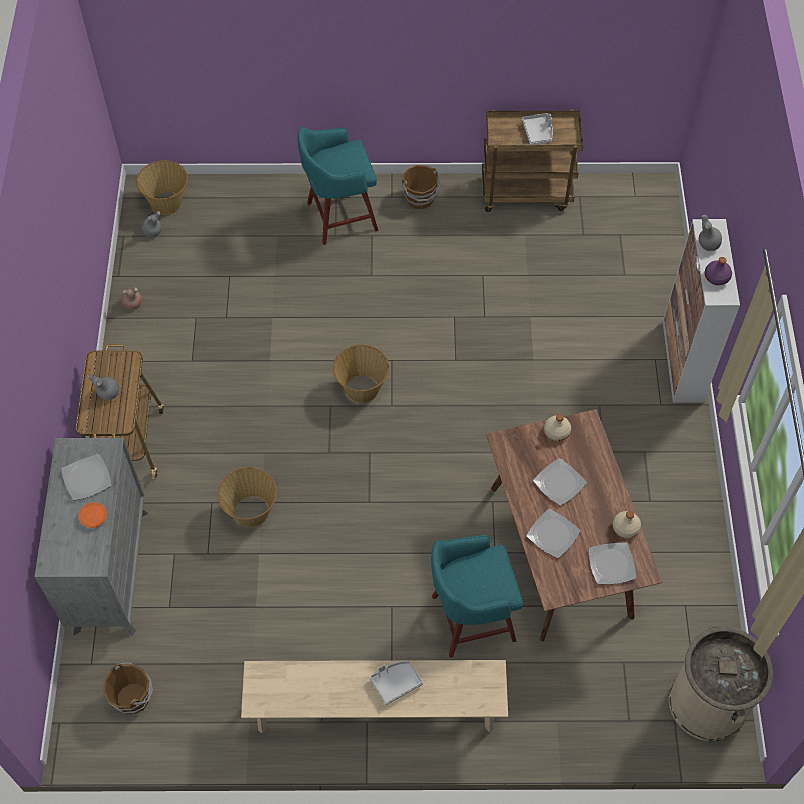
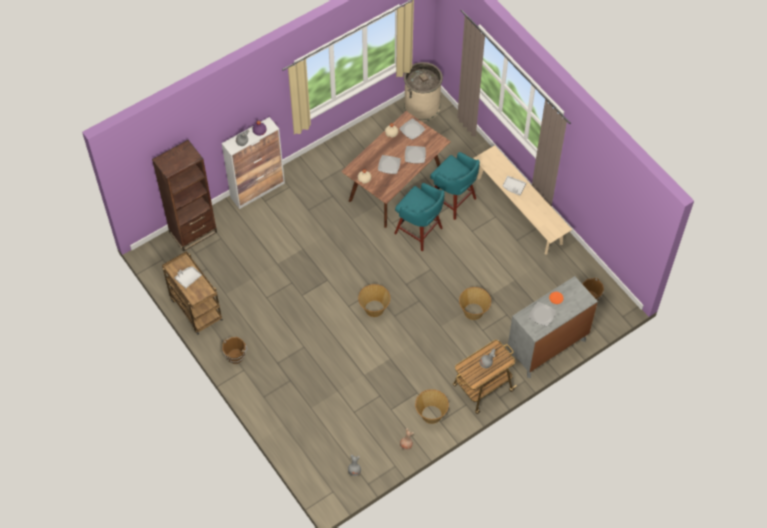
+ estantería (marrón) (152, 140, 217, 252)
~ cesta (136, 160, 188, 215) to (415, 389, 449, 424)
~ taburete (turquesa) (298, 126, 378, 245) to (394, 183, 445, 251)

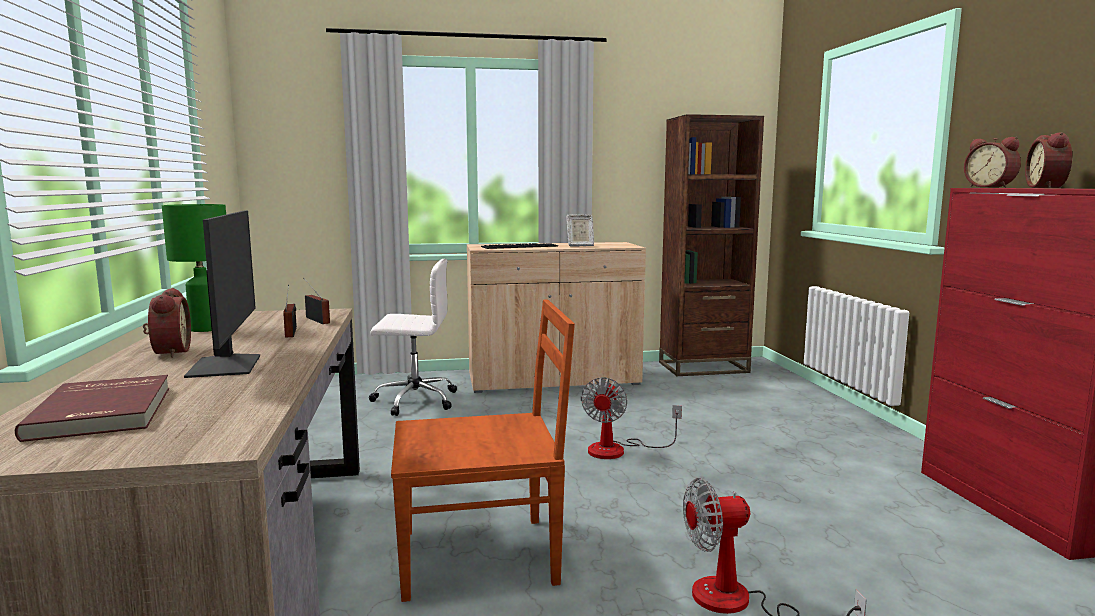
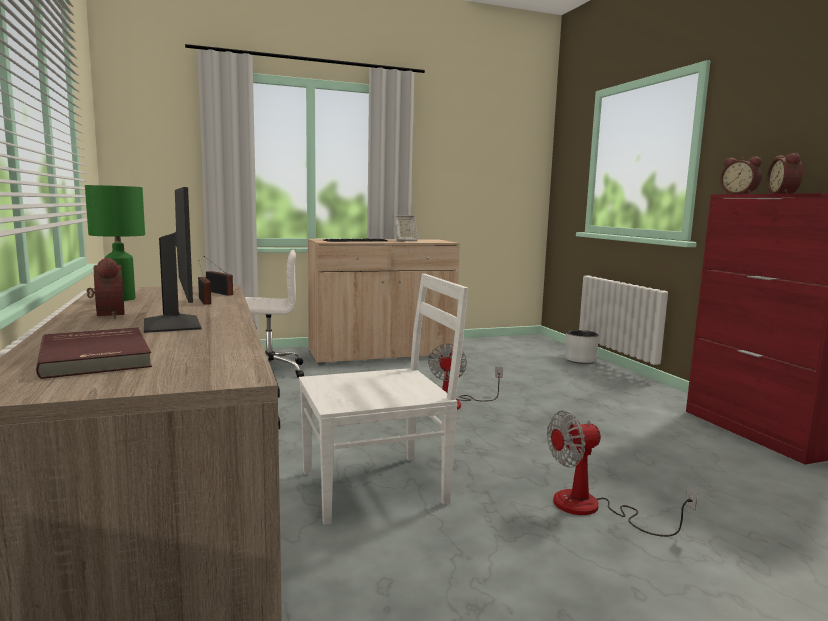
- estantería (marrón) (659, 114, 764, 376)
+ maceta (gris) (564, 330, 599, 364)
~ silla (marrón) (391, 299, 575, 602) to silla (blanco) (299, 274, 468, 525)

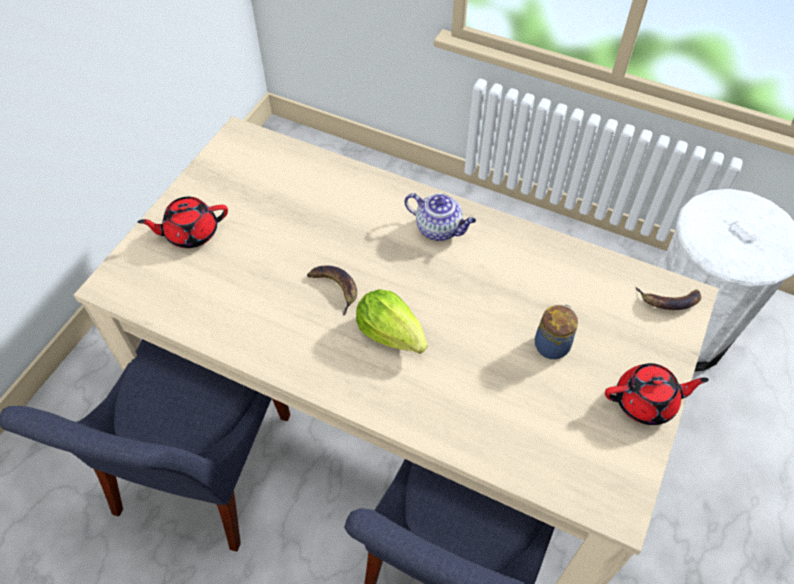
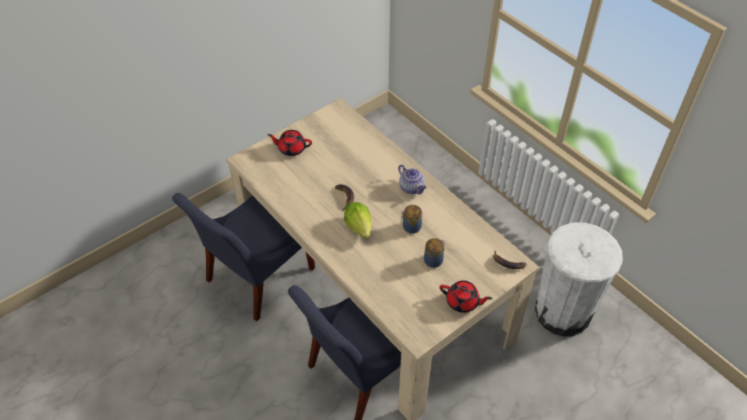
+ tarro (401, 205, 422, 234)

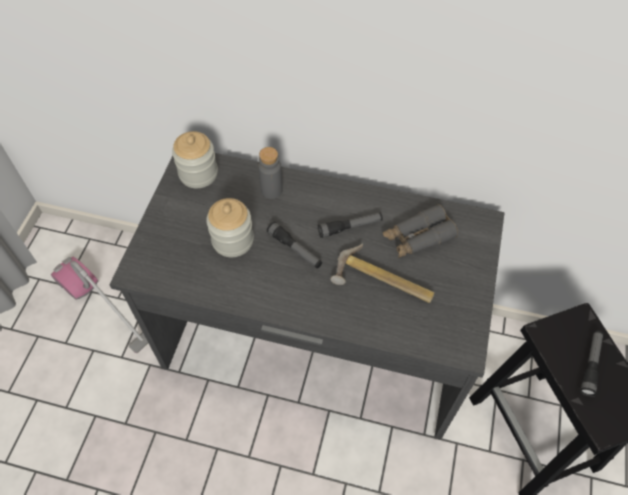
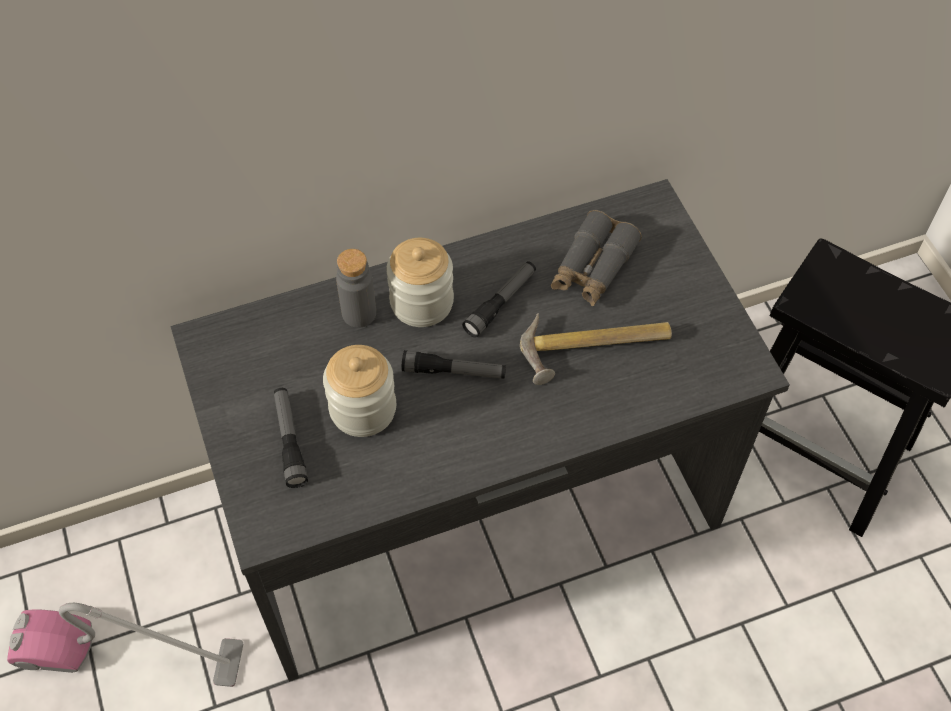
~ tarro (172, 131, 218, 188) to (386, 238, 454, 327)
~ linterna (580, 331, 603, 397) to (274, 388, 308, 488)

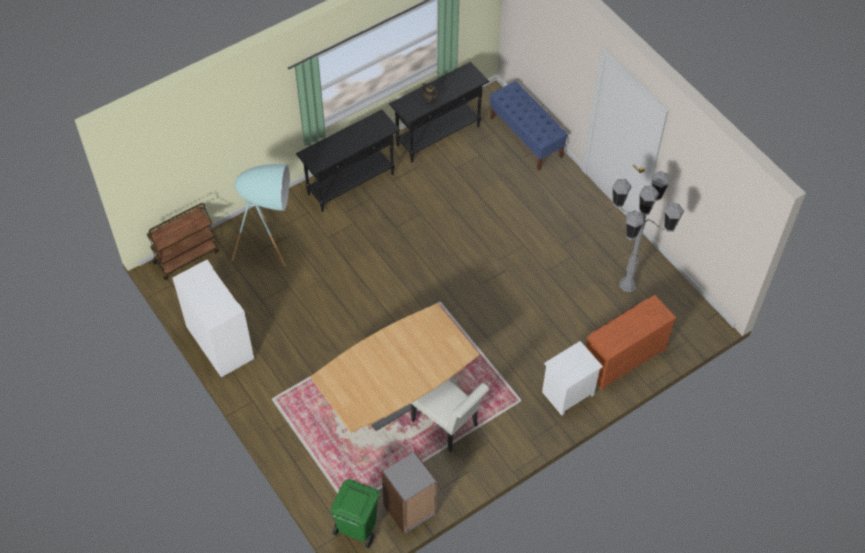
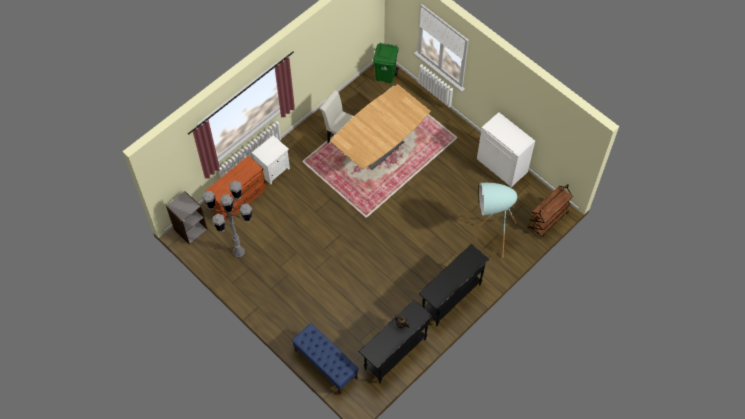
~ estantería (gris) (382, 452, 437, 534) to (166, 191, 207, 244)

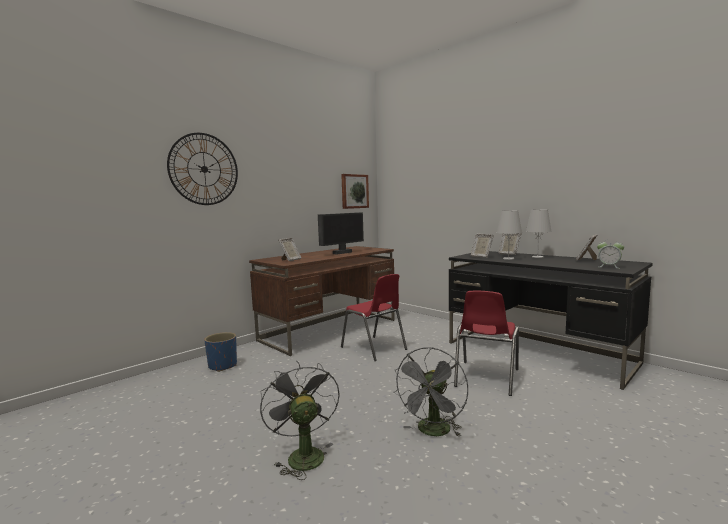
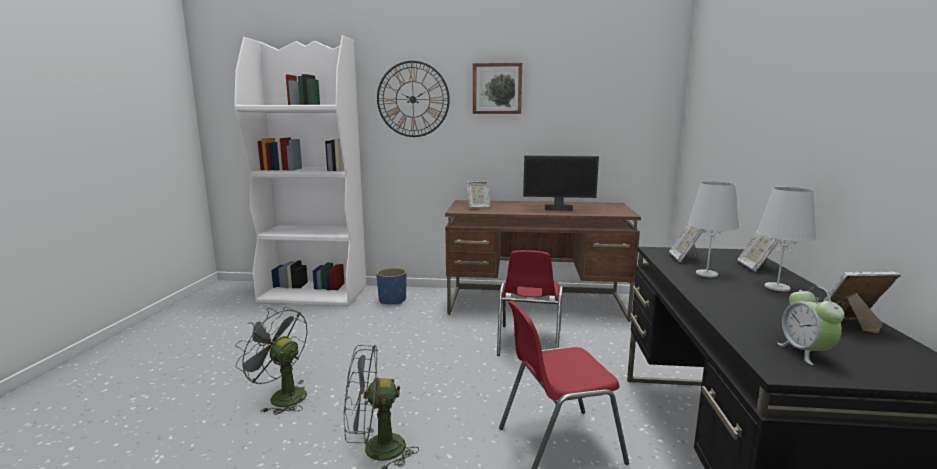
+ estantería (blanco) (234, 35, 367, 306)
~ cuadro (341, 174, 369, 209) to (473, 63, 522, 114)
~ ventilador (gris) (260, 361, 340, 480) = (235, 307, 307, 415) 90 degrees counterclockwise

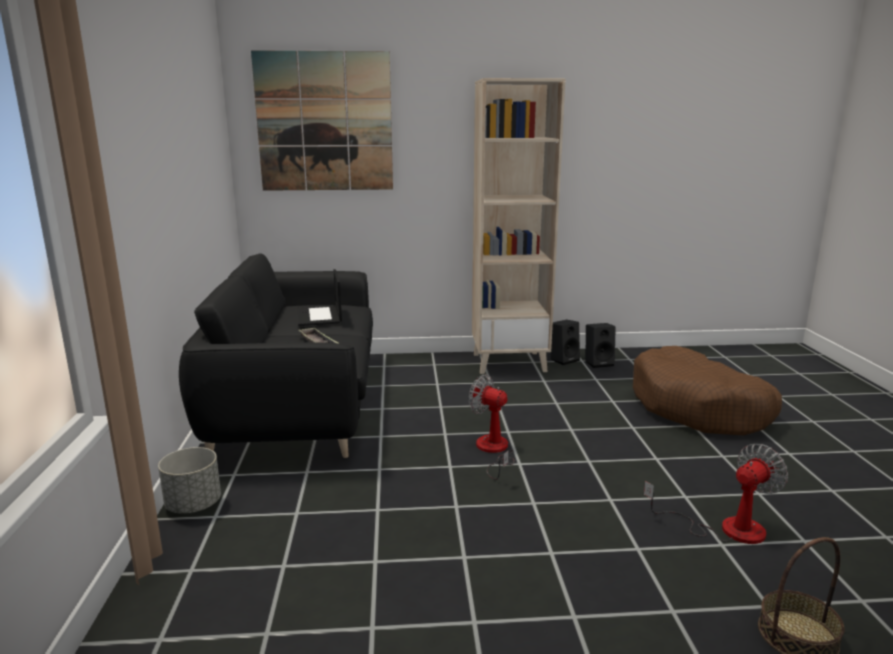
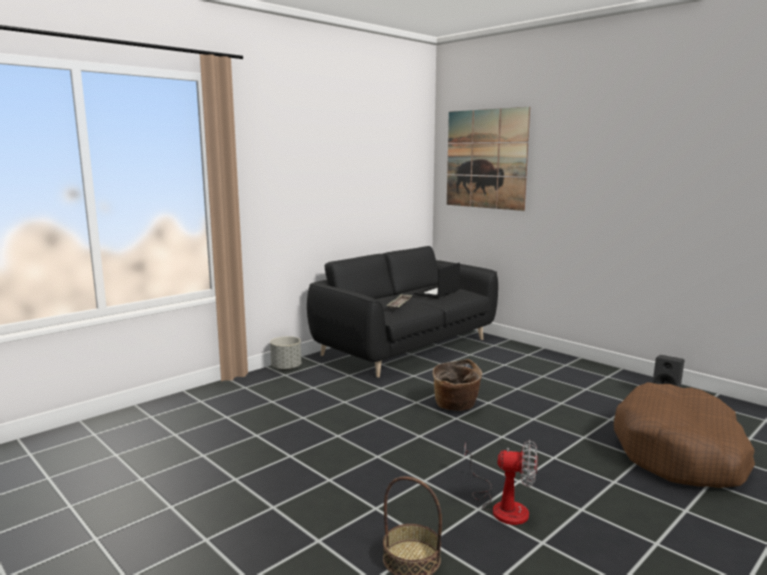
- estantería (beis) (472, 78, 566, 374)
- altavoz (negro) (551, 319, 580, 365)
~ ventilador (469, 375, 515, 480) to cesta (433, 359, 482, 411)

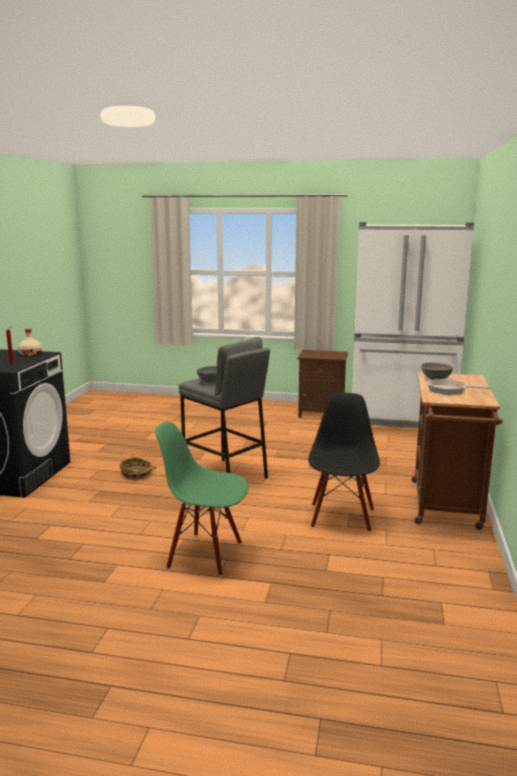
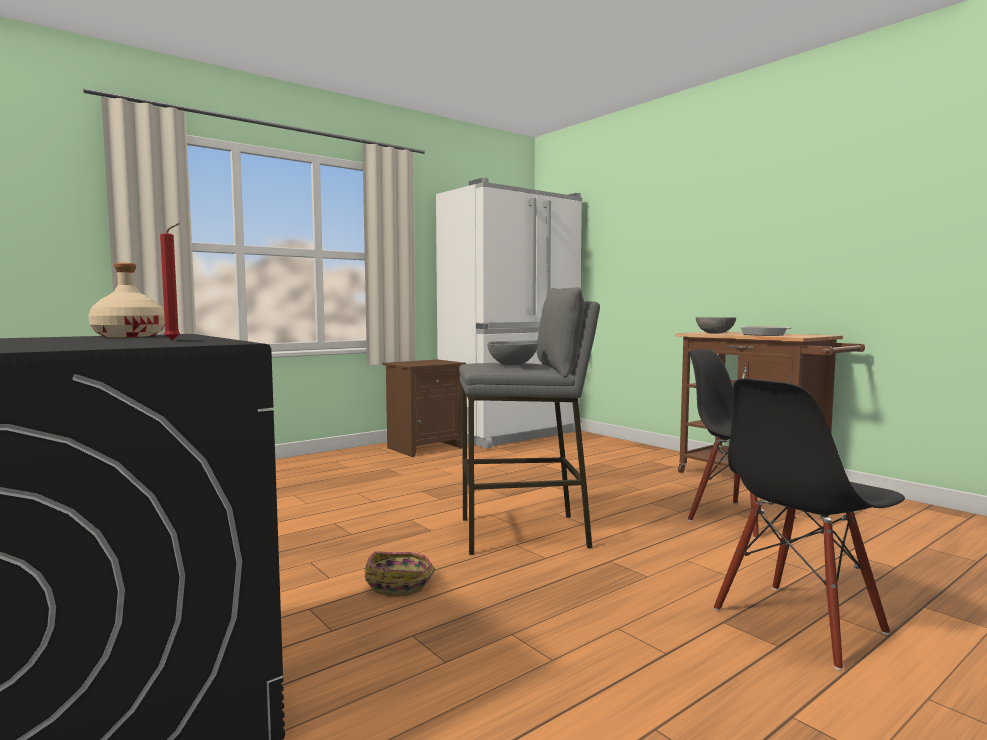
~ silla (verde) (155, 421, 248, 576) to silla (negro) (714, 379, 905, 670)

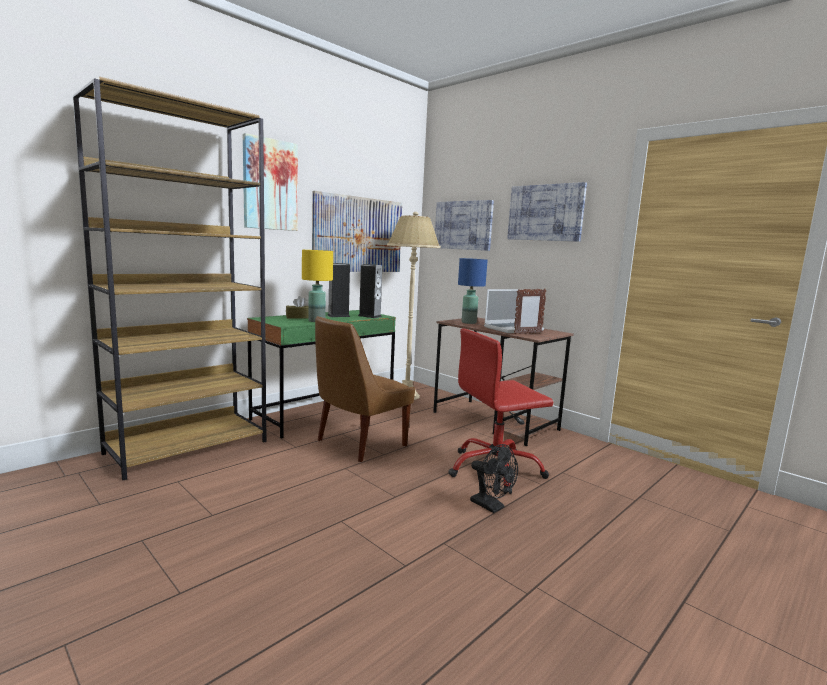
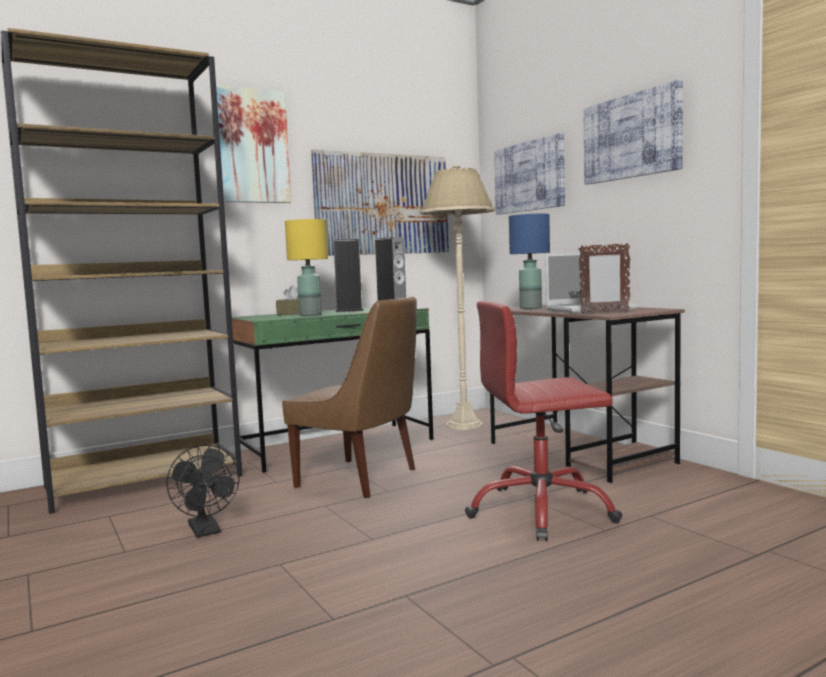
~ ventilador (negro) (470, 444, 518, 513) to (166, 444, 239, 538)
~ silla (marrón) (315, 316, 415, 462) = (282, 296, 417, 498) 120 degrees counterclockwise

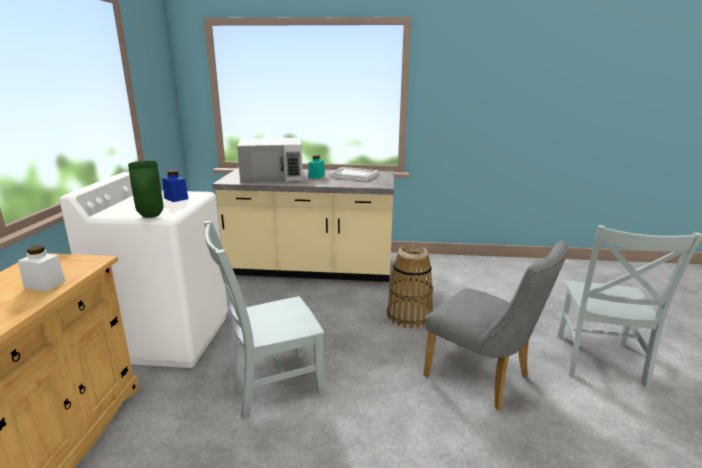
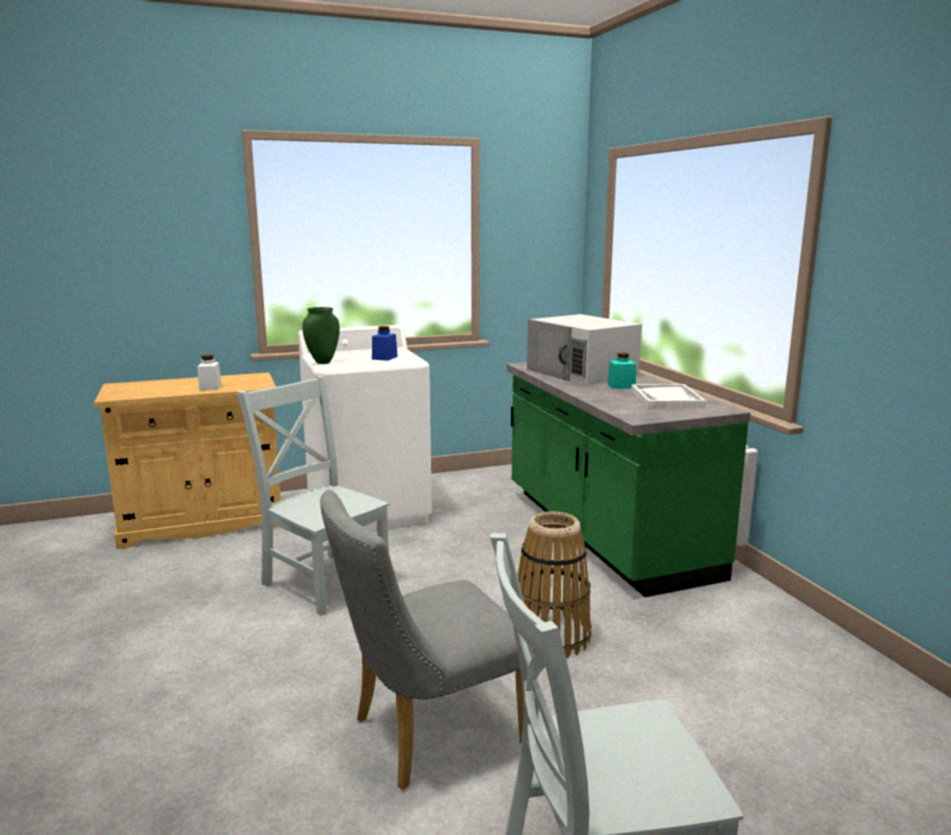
~ mueble bajo de cocina (beis) (212, 168, 394, 282) to mueble bajo de cocina (verde) (507, 362, 750, 597)
~ silla (gris) (424, 241, 568, 411) = (320, 490, 535, 790) 45 degrees clockwise

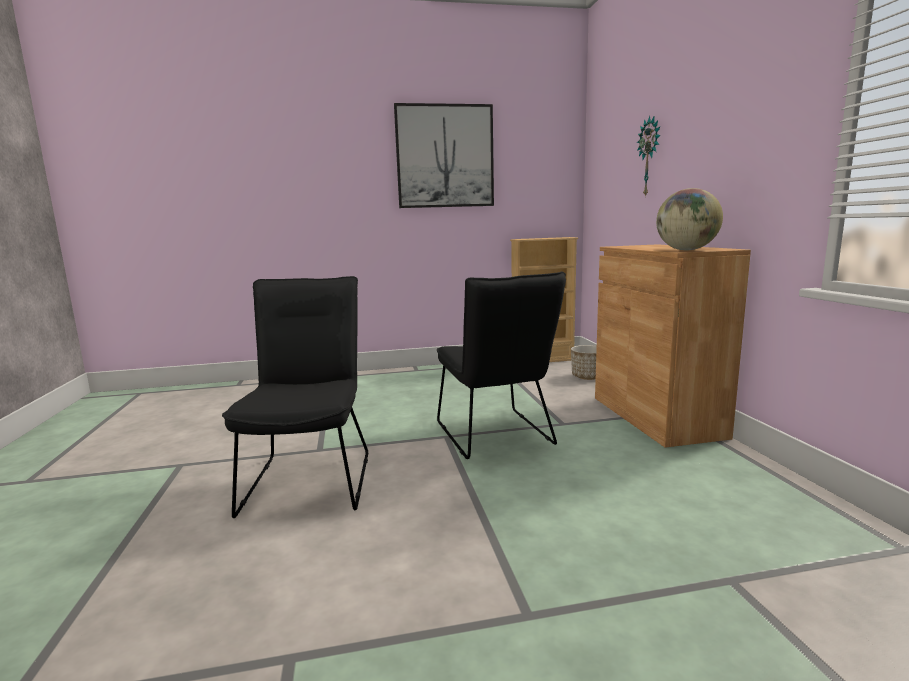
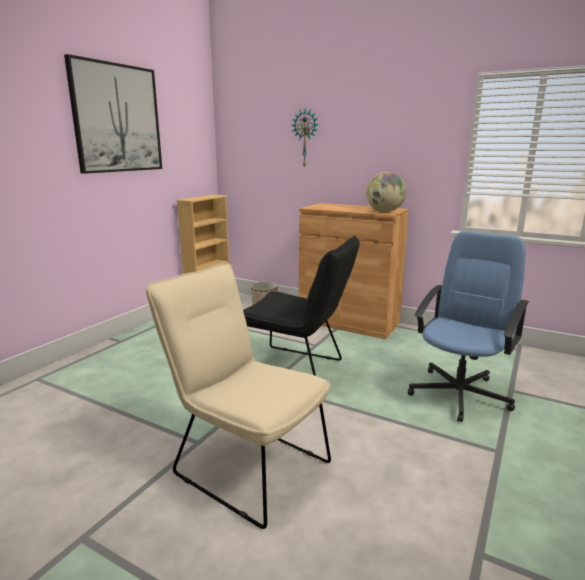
+ silla de oficina (azul) (408, 231, 529, 422)
~ silla (negro) (222, 276, 368, 518) to silla (beis) (146, 263, 331, 529)

